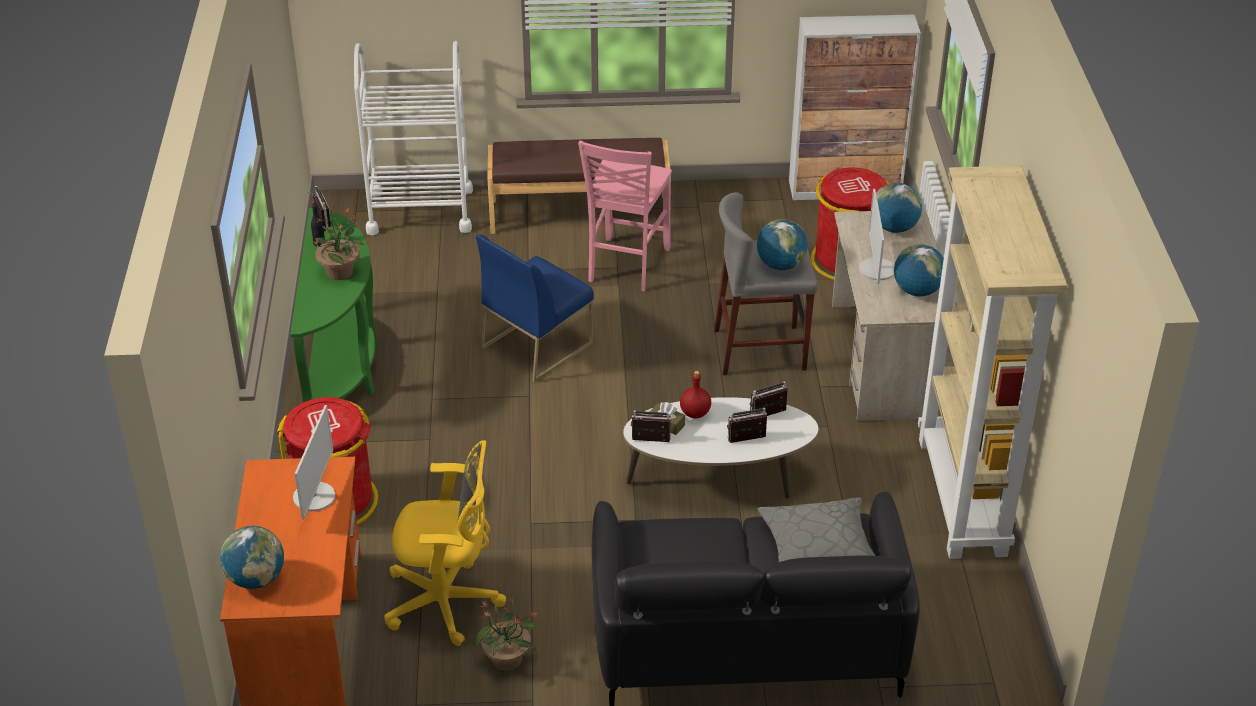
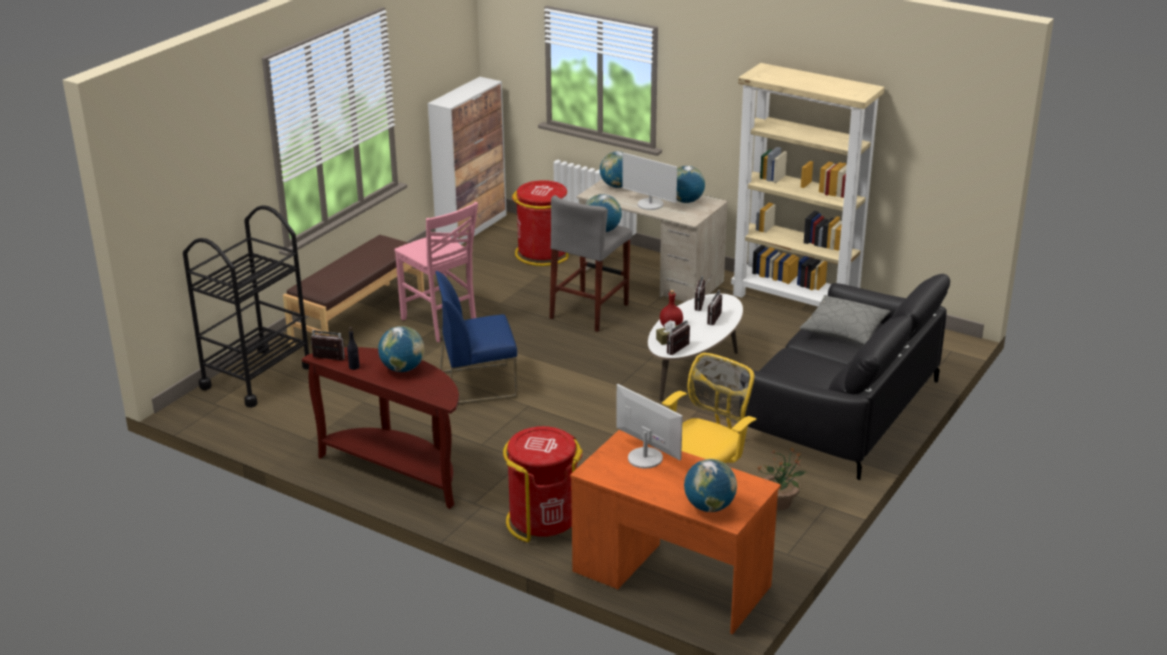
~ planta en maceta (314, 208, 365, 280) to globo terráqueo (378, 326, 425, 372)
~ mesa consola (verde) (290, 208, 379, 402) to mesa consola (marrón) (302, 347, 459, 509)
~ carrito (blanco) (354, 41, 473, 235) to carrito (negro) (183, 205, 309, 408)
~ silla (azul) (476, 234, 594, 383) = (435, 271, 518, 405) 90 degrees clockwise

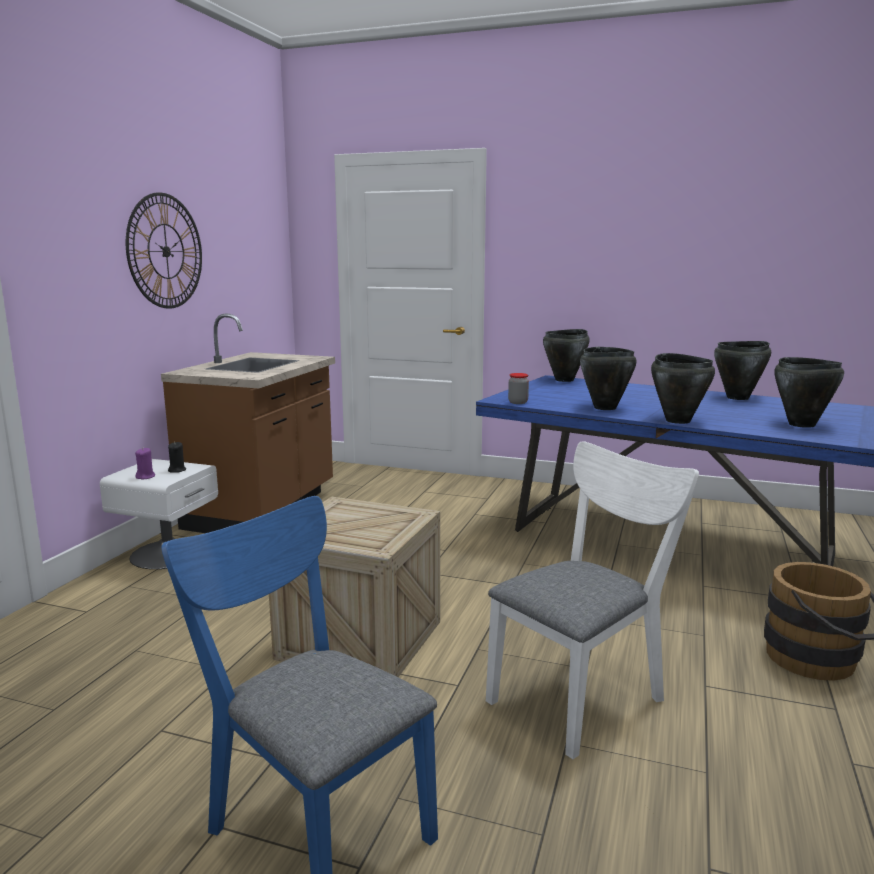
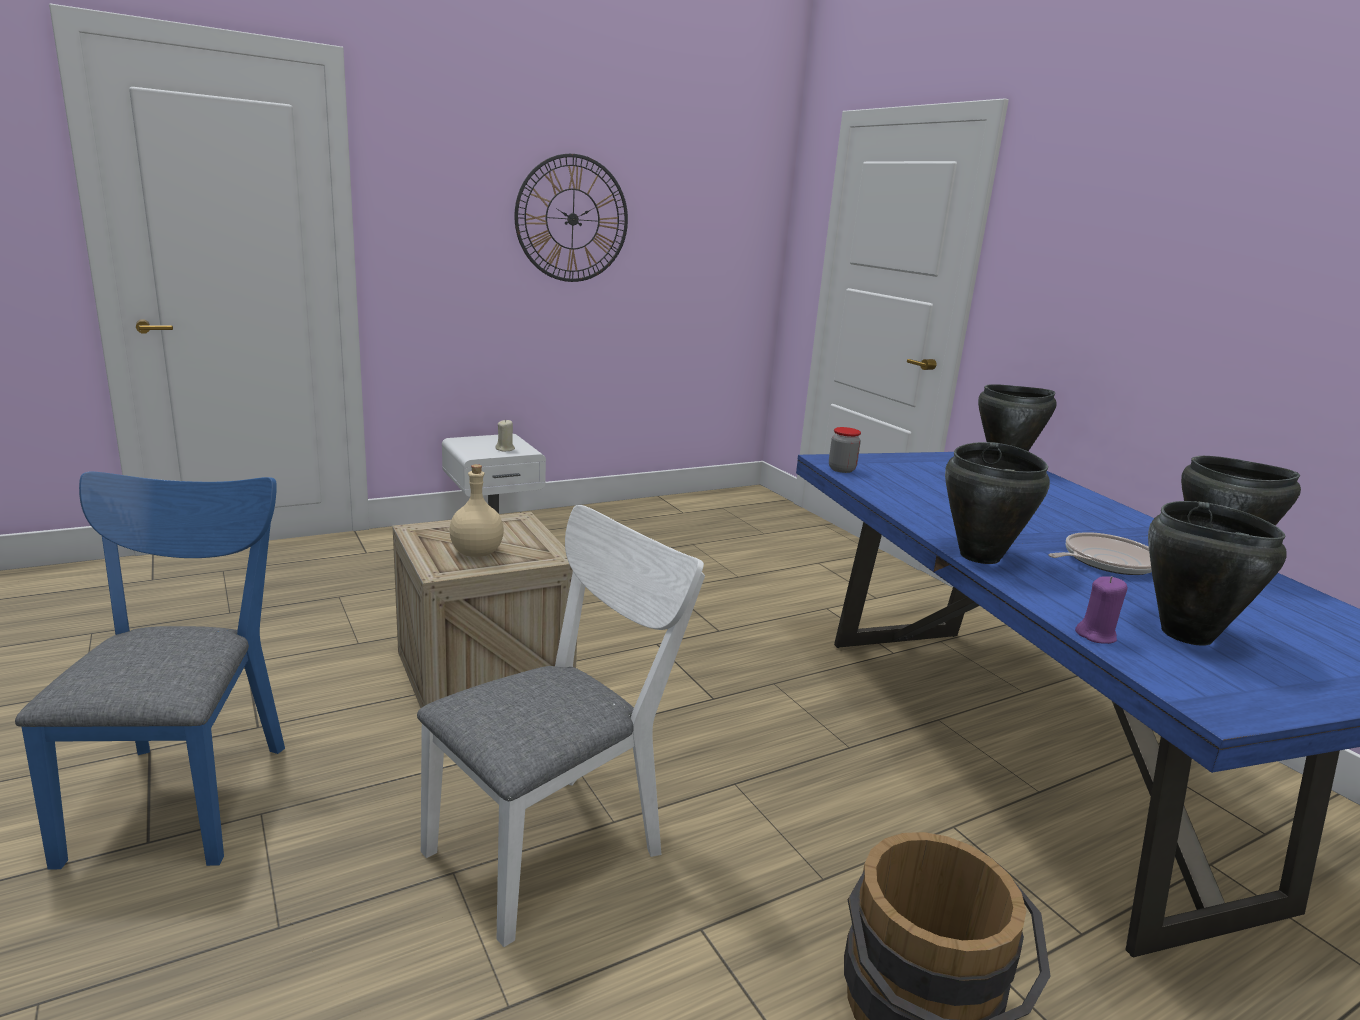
- mueble bajo de cocina (marrón) (161, 313, 335, 533)
- olla (negro) (580, 347, 637, 410)
+ botella (beis) (449, 464, 504, 557)
+ sartén (1048, 532, 1152, 575)
~ vela (morado) (135, 448, 155, 479) to (1075, 576, 1127, 644)
~ vela (negro) (168, 442, 186, 473) to vela (beis) (495, 419, 515, 451)
~ silla (blanco) (486, 441, 699, 759) = (417, 505, 705, 947) 45 degrees counterclockwise

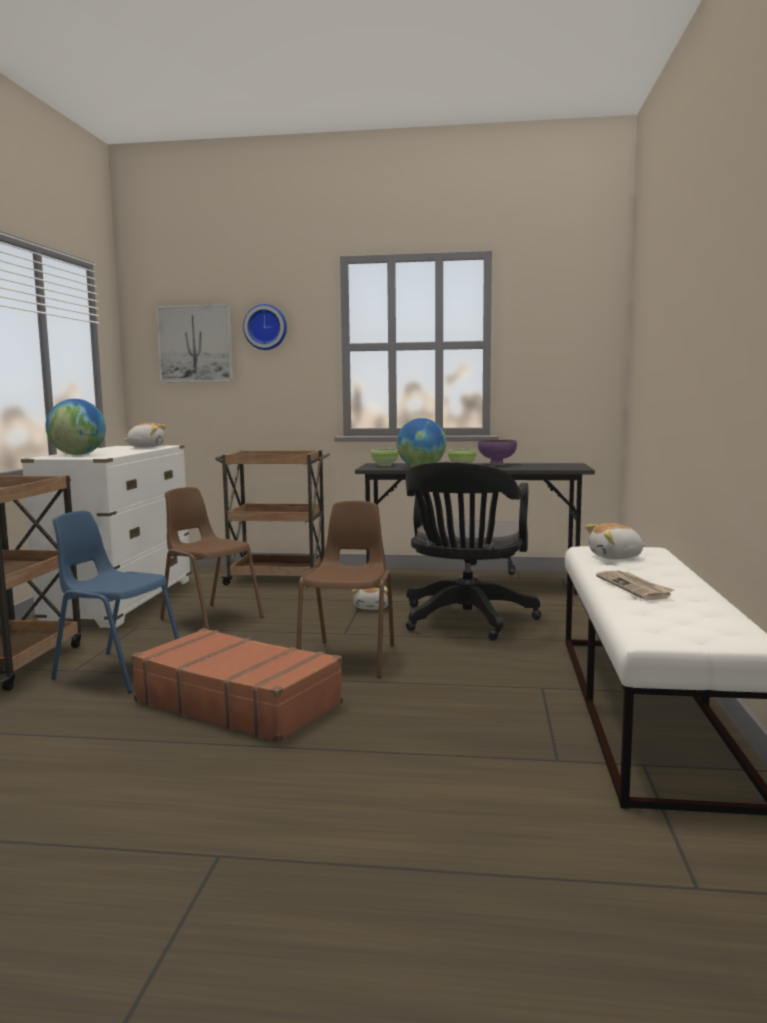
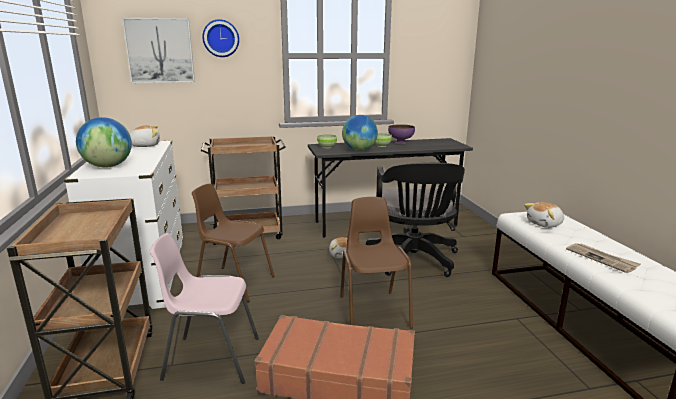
~ silla (azul) (51, 511, 179, 693) to silla (rosa) (150, 233, 259, 384)

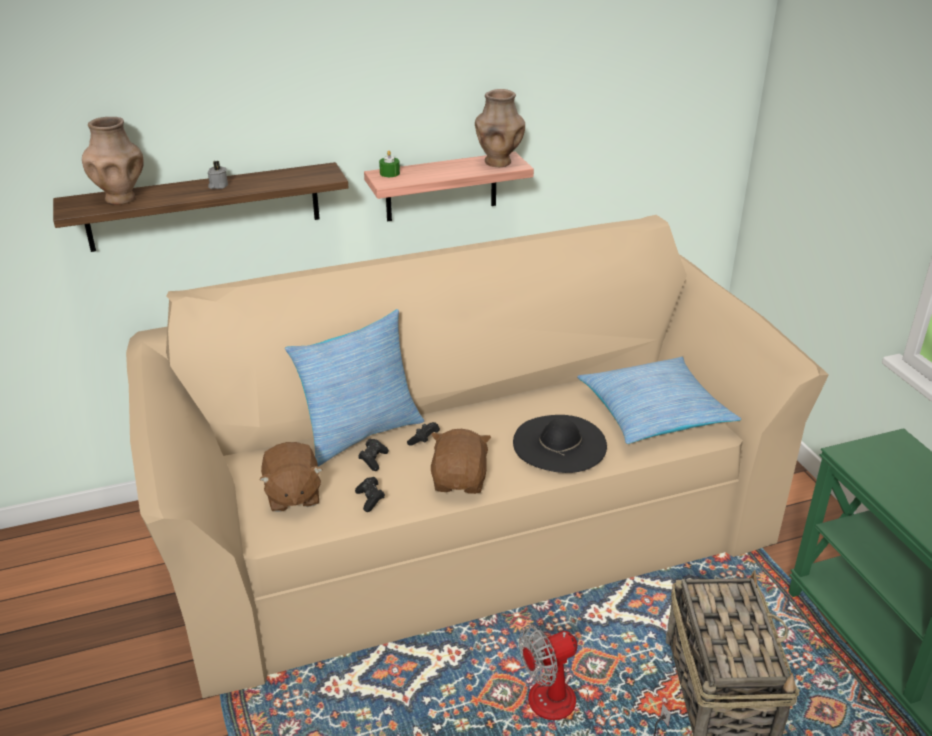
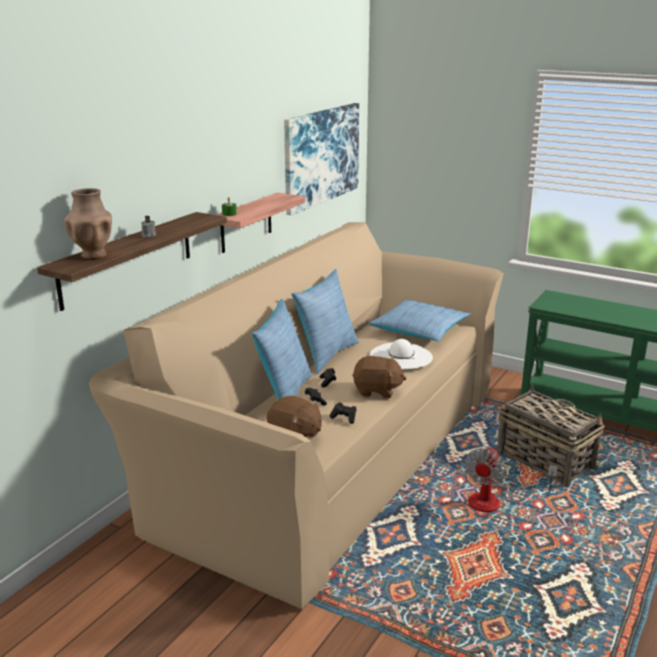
- florero (marrón) (475, 89, 525, 167)
+ cuadro (284, 103, 359, 215)
+ cojín (291, 269, 359, 374)
~ sombrero (negro) (513, 415, 607, 473) to sombrero (blanco) (370, 339, 433, 369)
~ peluche (marrón) (431, 429, 491, 494) = (352, 356, 407, 398) 135 degrees clockwise

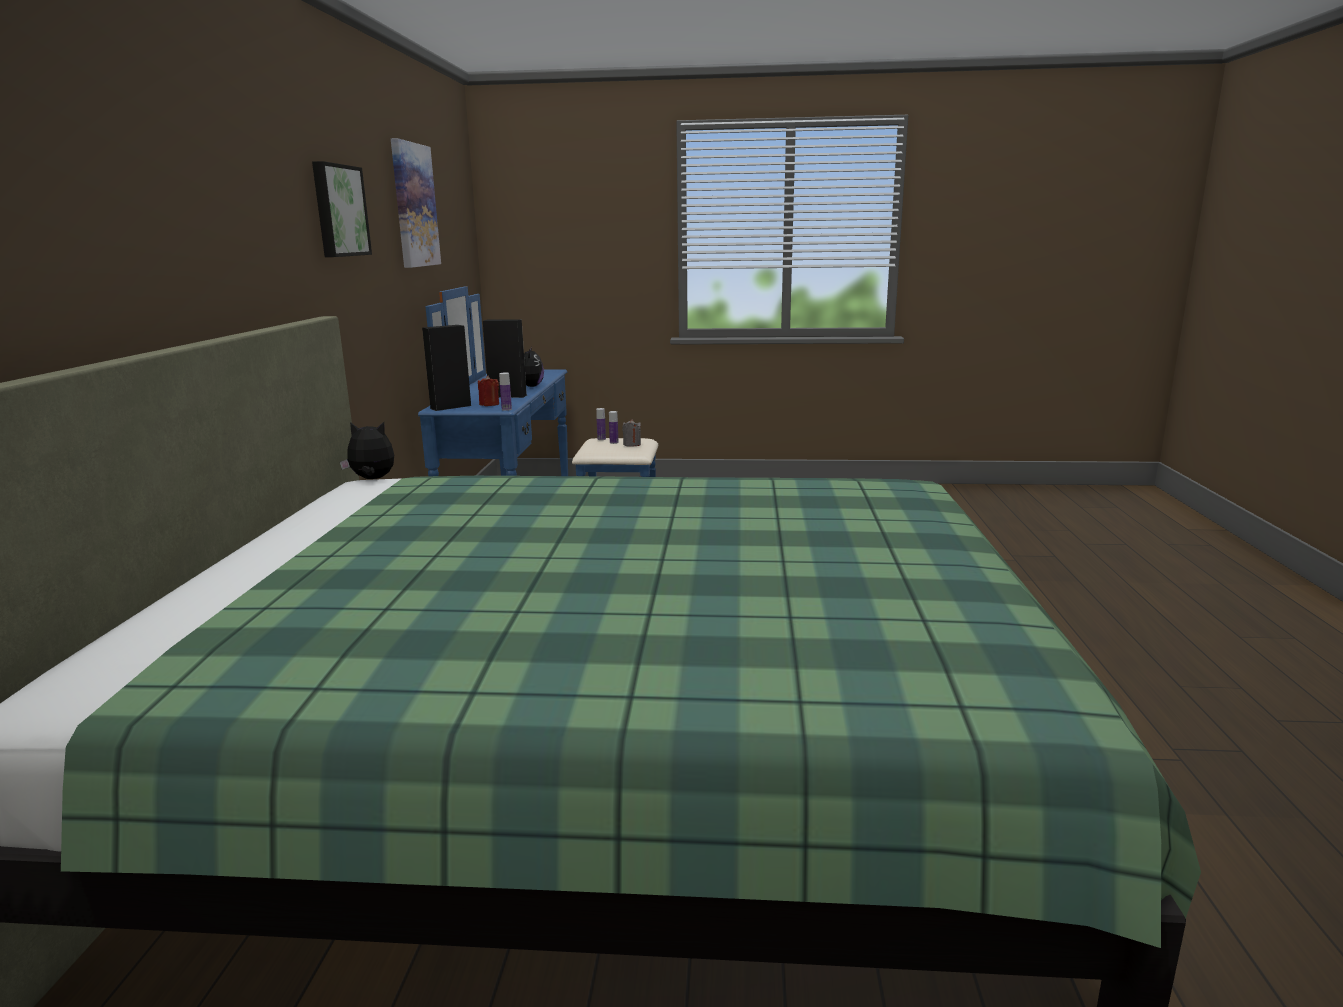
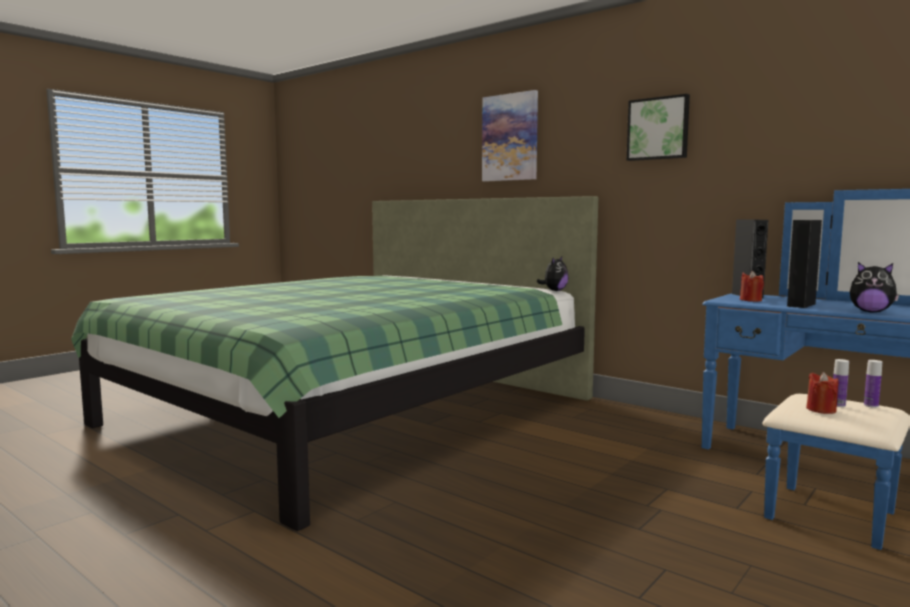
- botella (499, 373, 512, 411)
~ cuadro (391, 138, 441, 268) to (482, 90, 538, 182)
~ vela (gris) (622, 419, 641, 447) to vela (rojo) (806, 372, 838, 414)

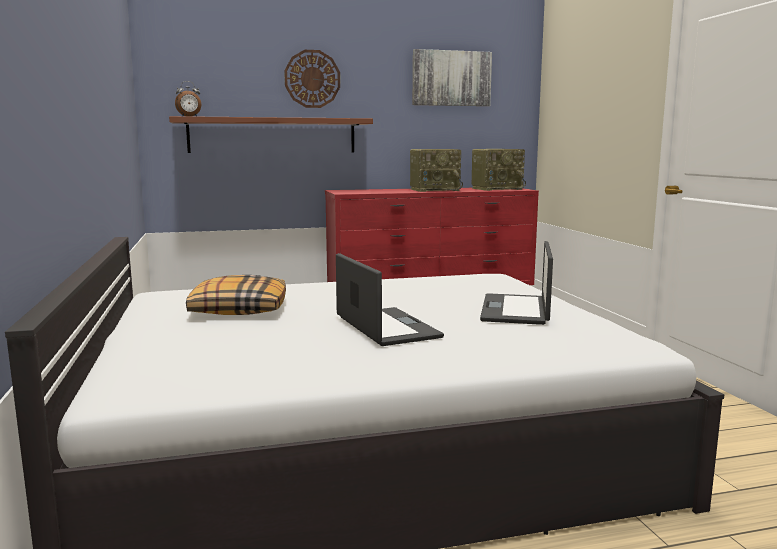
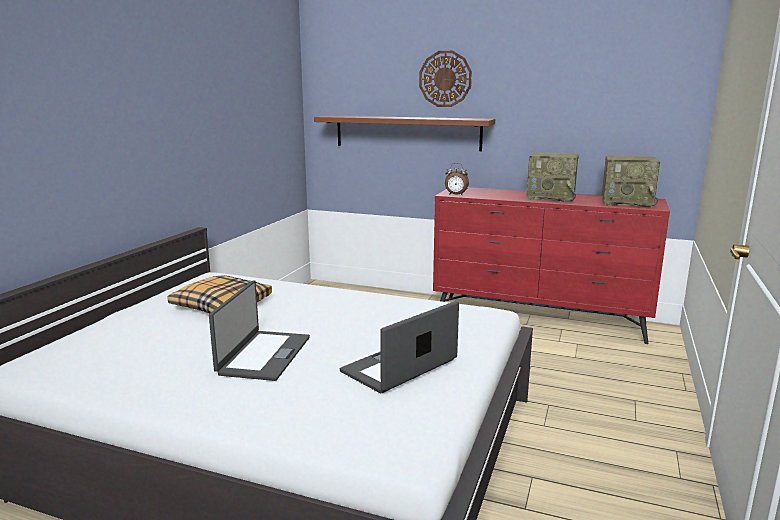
- cuadro (413, 49, 492, 106)
~ despertador (175, 81, 201, 117) to (445, 163, 469, 196)

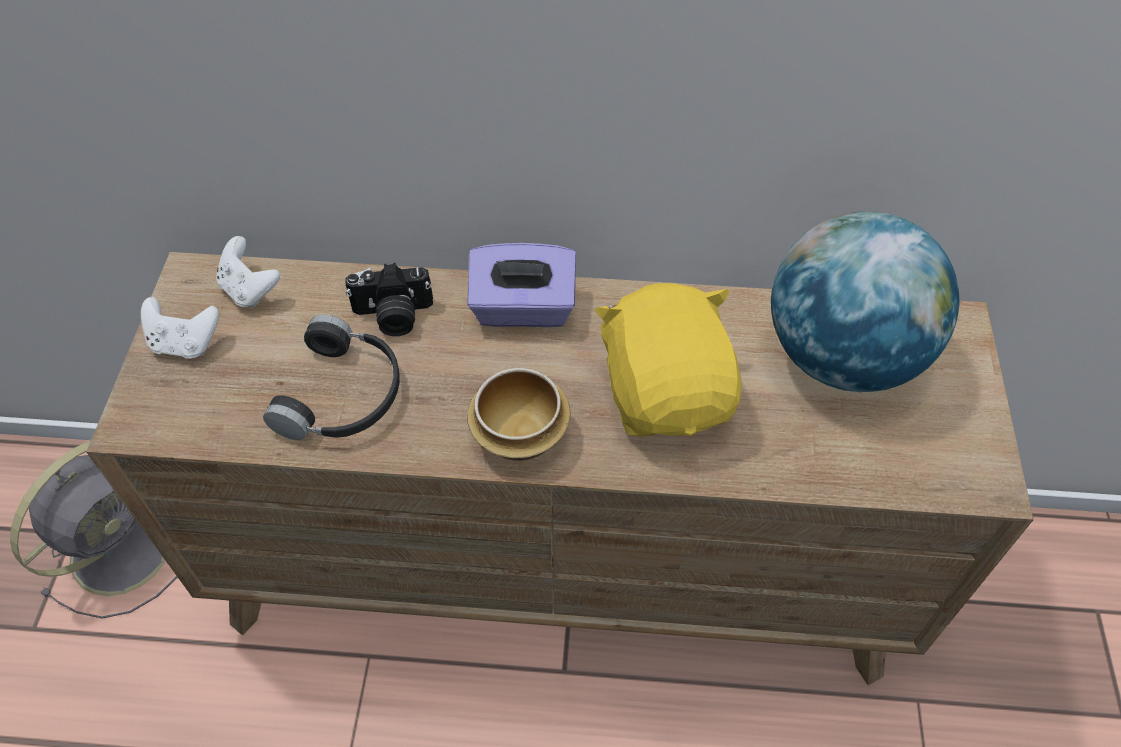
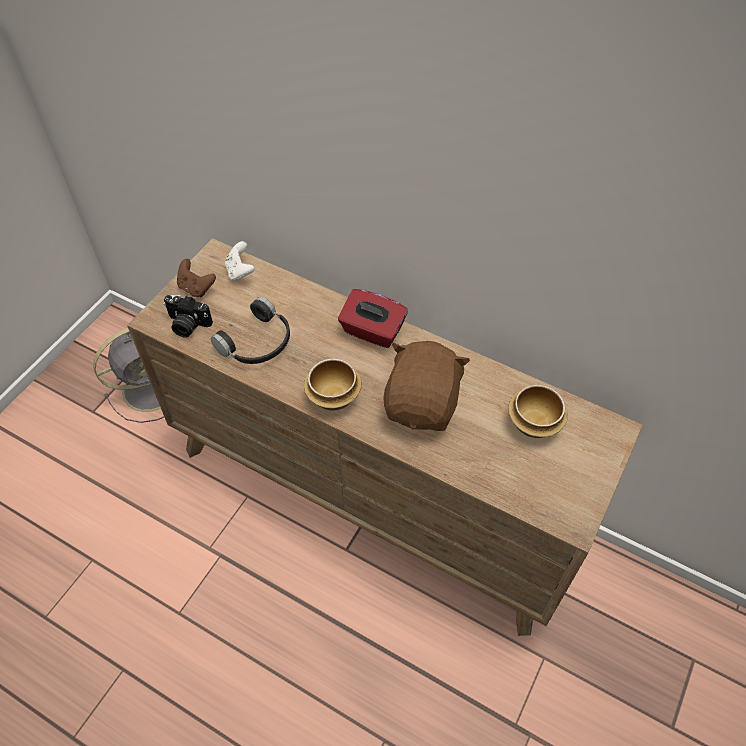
~ cámara (346, 263, 433, 336) to (163, 295, 213, 338)
~ globo terráqueo (771, 211, 960, 392) to cuenco (508, 385, 568, 438)
~ mando de consola (blanco) (141, 297, 219, 359) to mando de consola (marrón) (177, 259, 216, 298)
~ caja de pañuelos (morado) (467, 243, 576, 327) to caja de pañuelos (rojo) (338, 289, 408, 348)
~ peluche (amarillo) (595, 283, 742, 437) to peluche (marrón) (383, 341, 470, 431)

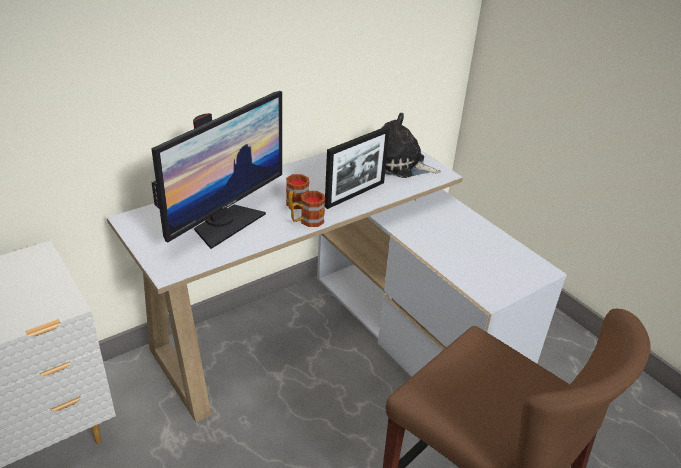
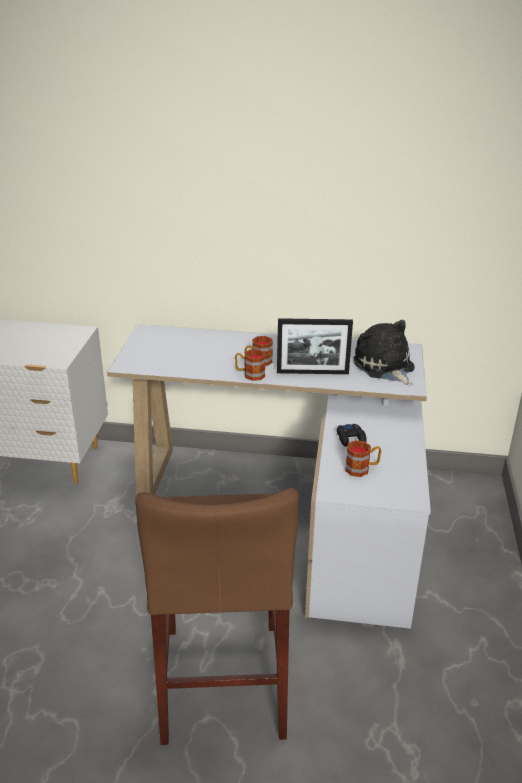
- monitor (151, 91, 282, 249)
+ mando de consola (negro) (337, 424, 367, 446)
+ taza grande (345, 440, 381, 477)

